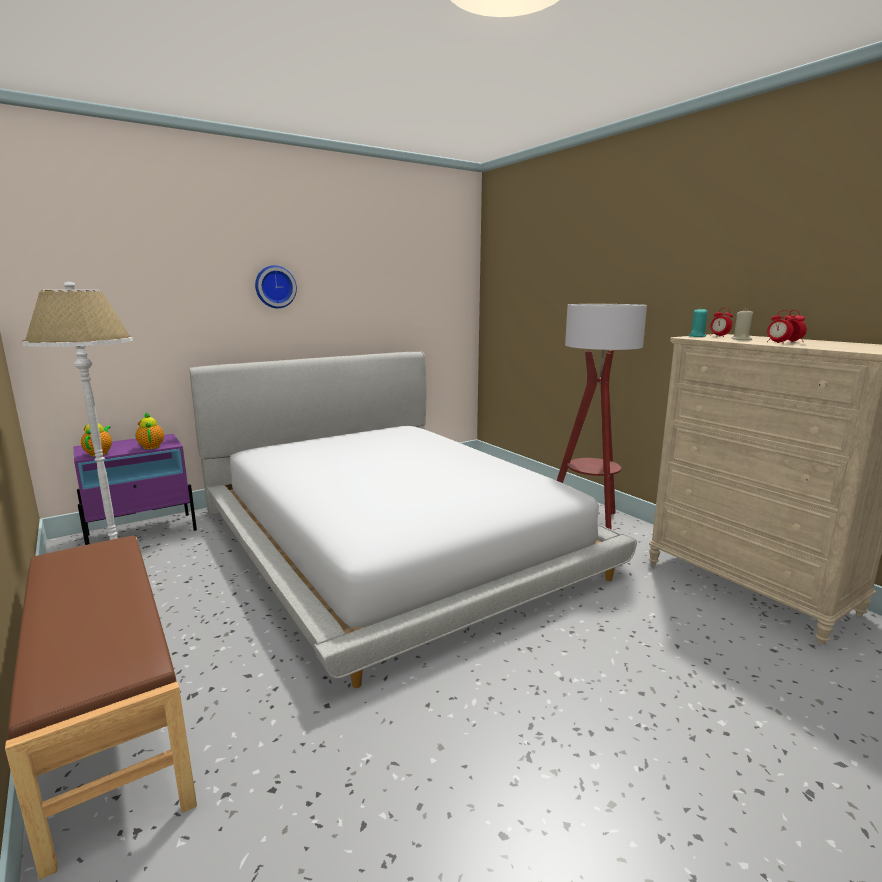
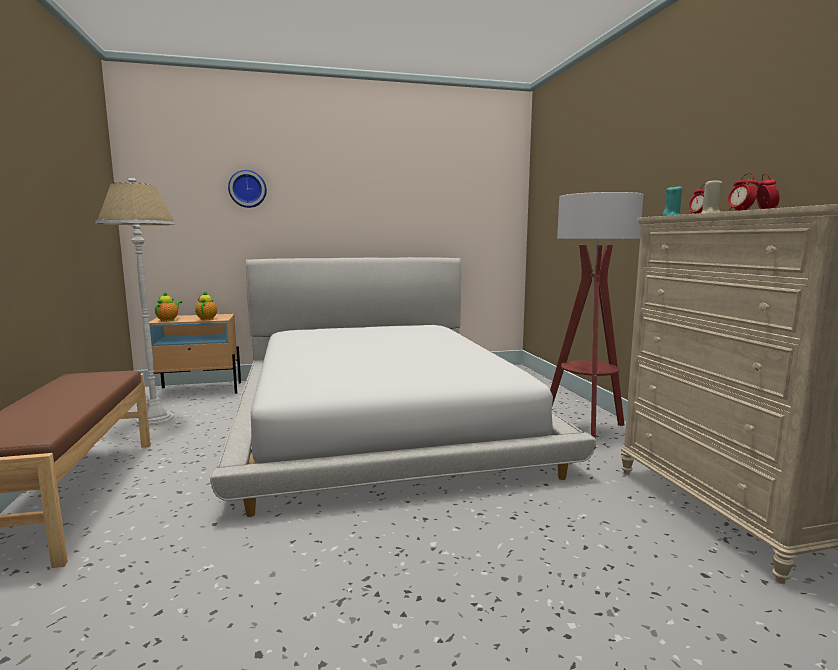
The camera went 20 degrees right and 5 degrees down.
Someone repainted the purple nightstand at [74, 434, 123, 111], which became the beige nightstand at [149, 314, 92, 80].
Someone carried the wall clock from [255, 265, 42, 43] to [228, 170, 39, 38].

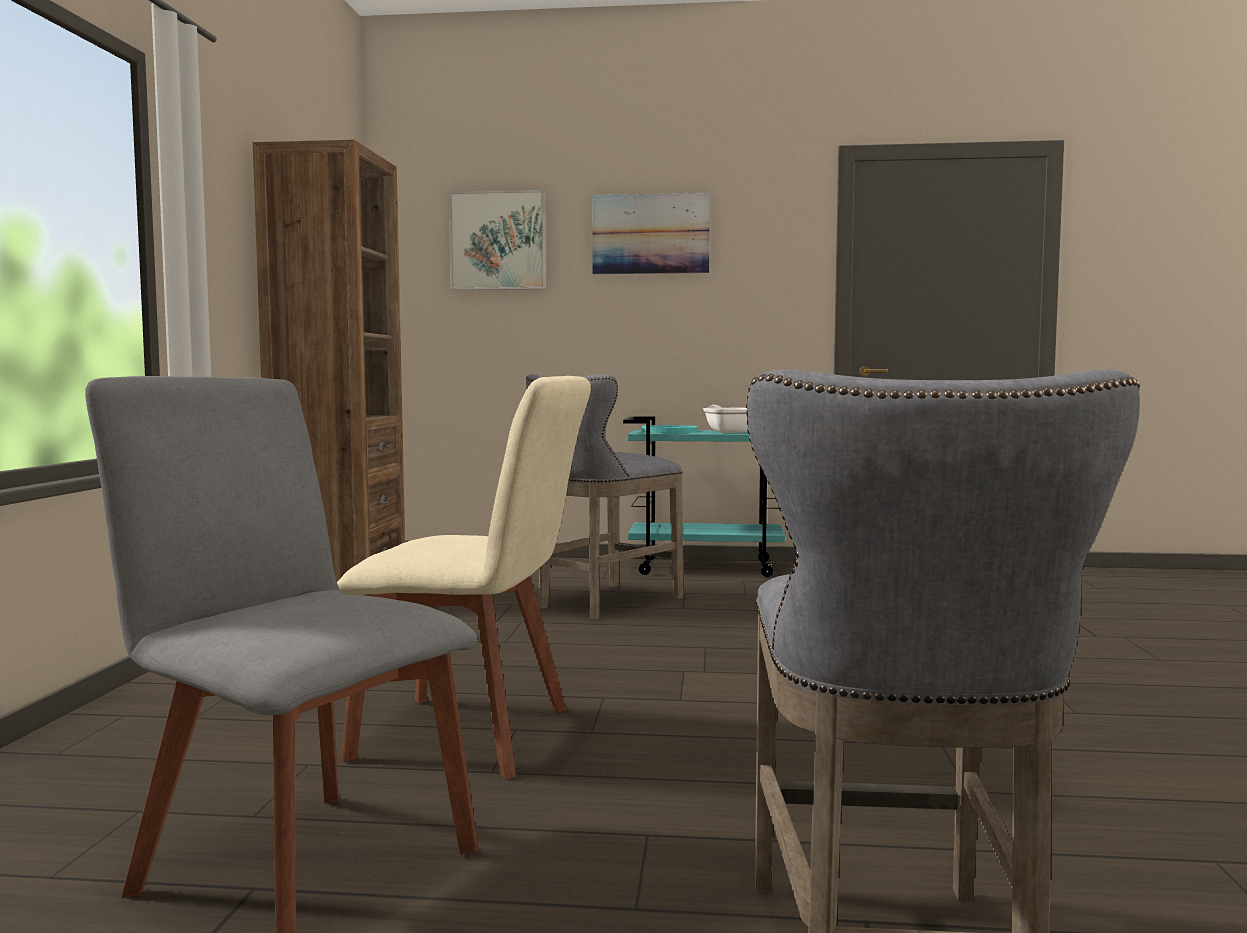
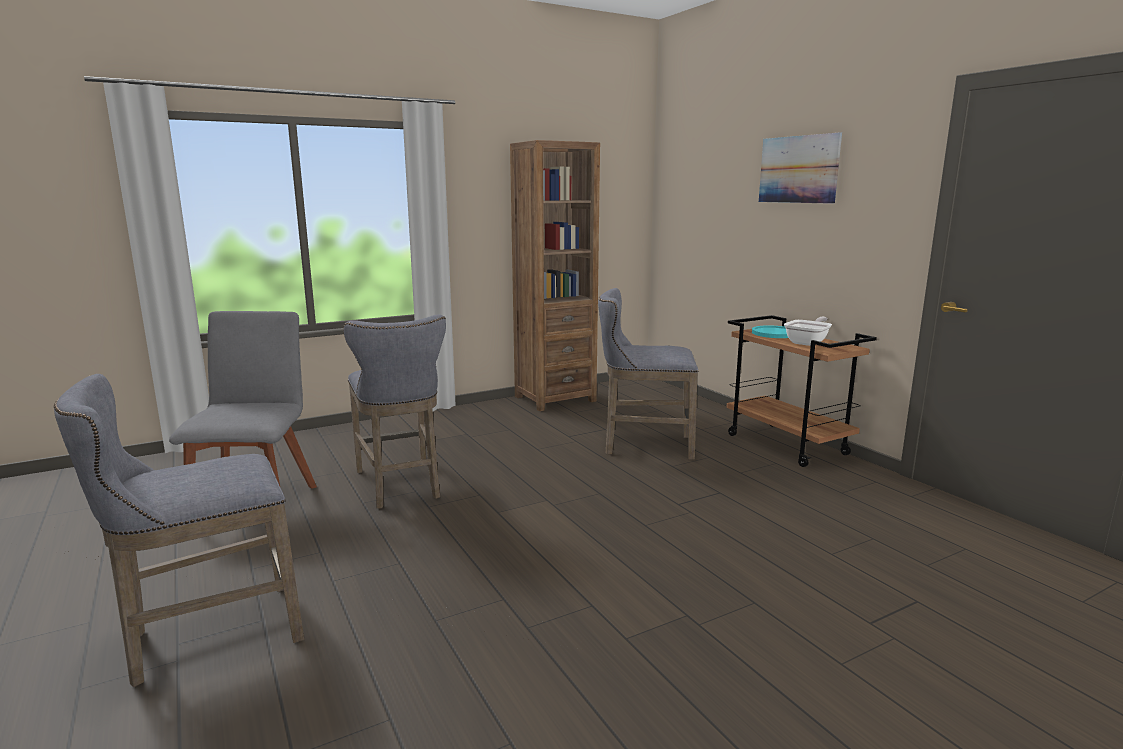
The camera went 55 degrees right and 10 degrees up.
Someone swapped the beige chair at [337, 376, 254, 404] for the grey stool at [343, 315, 103, 194].
Someone repainted the turquoise cart at [623, 416, 162, 161], which became the brown cart at [727, 315, 150, 152].
Someone took away the picture at [449, 190, 97, 100].

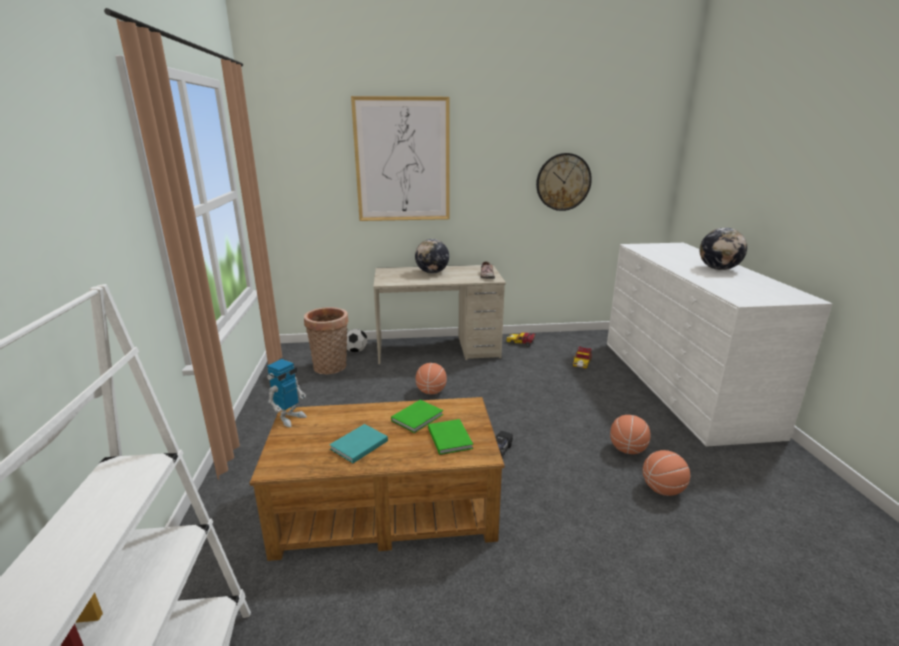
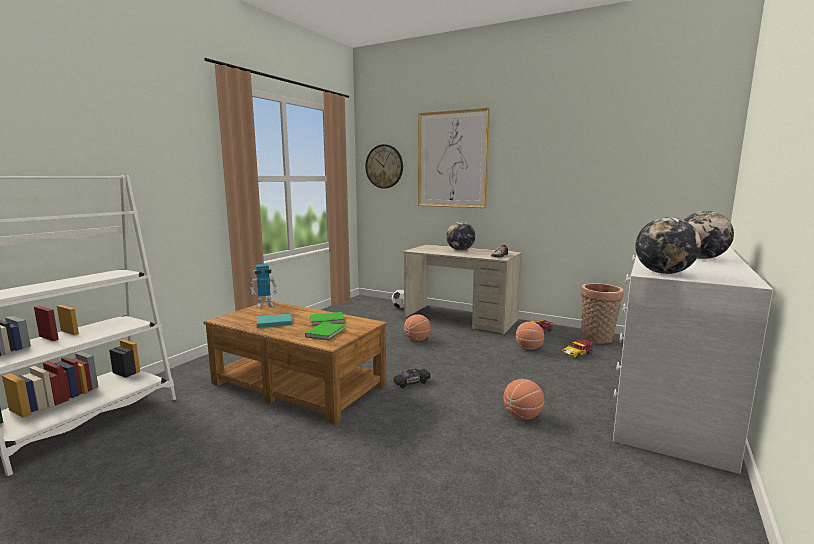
The camera went 35 degrees right and 10 degrees down.
Someone carried the wall clock from [536, 153, 56, 58] to [365, 144, 38, 45].
Someone carried the basketball from [643, 450, 47, 46] to [516, 322, 28, 28].
Someone carried the basket from [304, 307, 45, 67] to [581, 283, 43, 60].
Someone put down the globe at [635, 217, 66, 57].

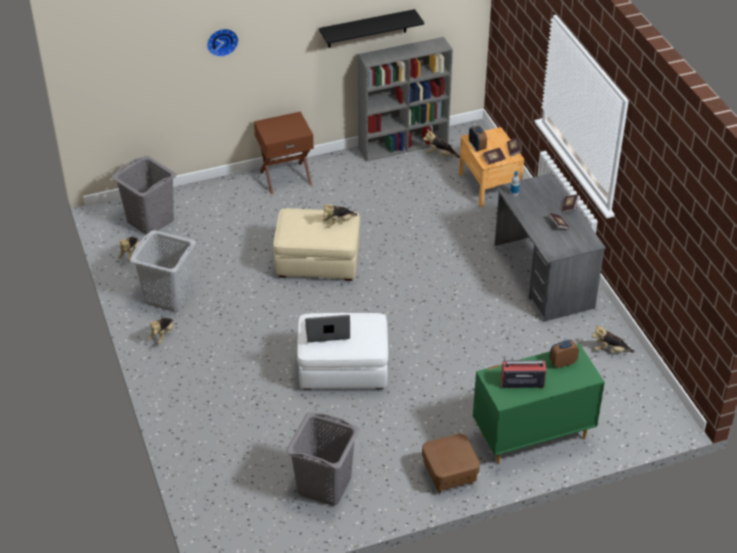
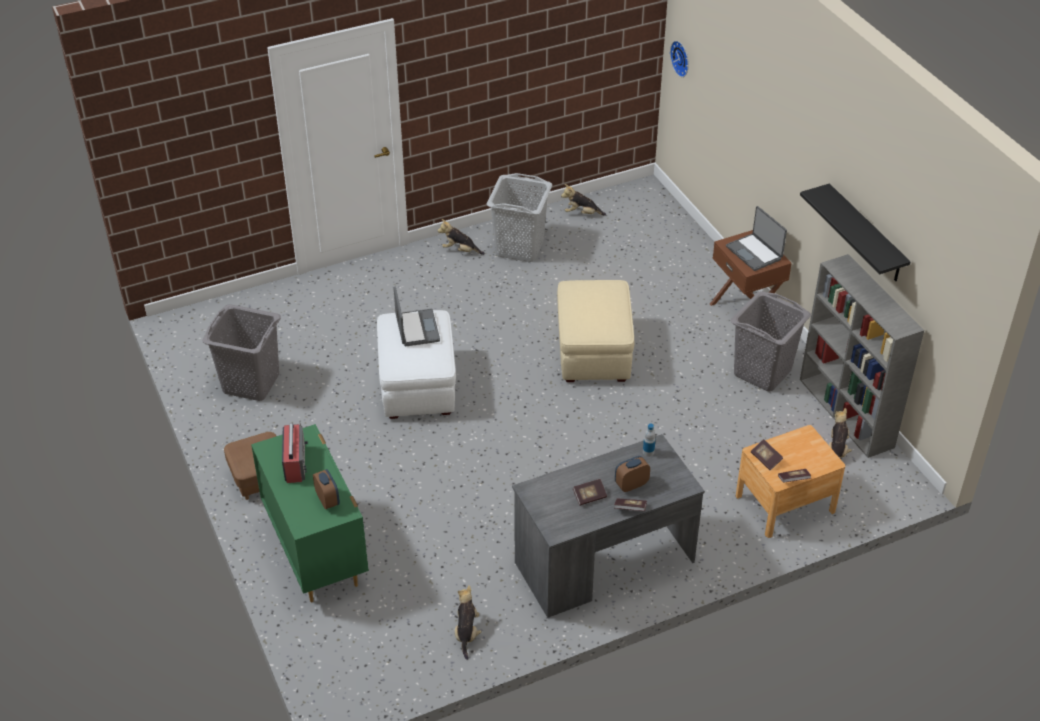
The camera went 85 degrees right and 0 degrees up.
Someone carried the alarm clock from [469, 126, 18, 25] to [615, 456, 35, 36].
Someone carried the wall clock from [207, 29, 31, 28] to [670, 41, 19, 36].
Someone put down the laptop at [726, 206, 61, 65].
Someone carried the grey laundry basket from [112, 156, 65, 79] to [731, 291, 80, 101].
Someone took away the plush toy at [322, 204, 36, 24].

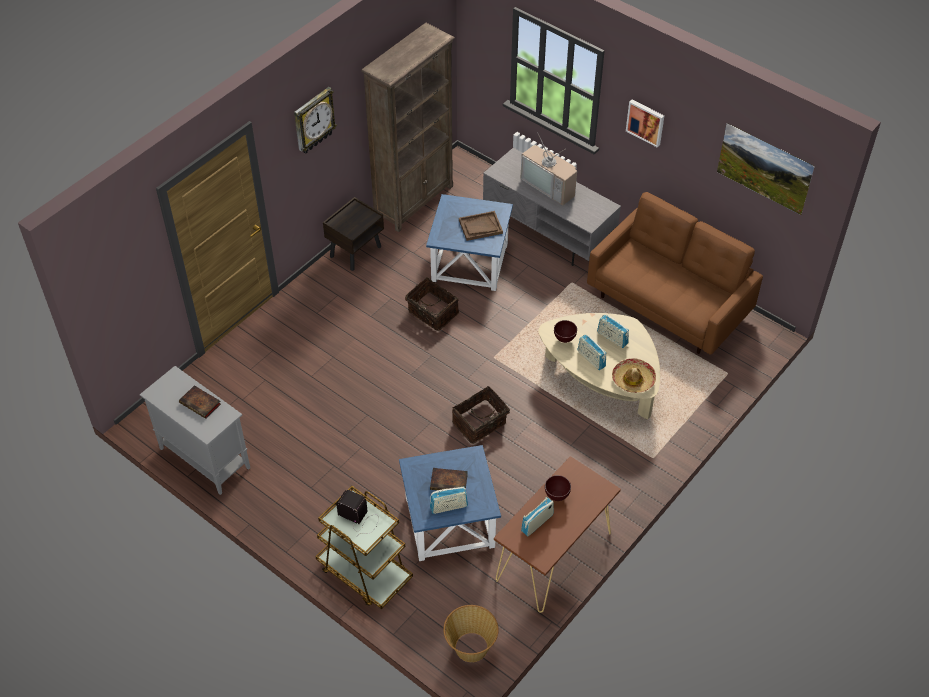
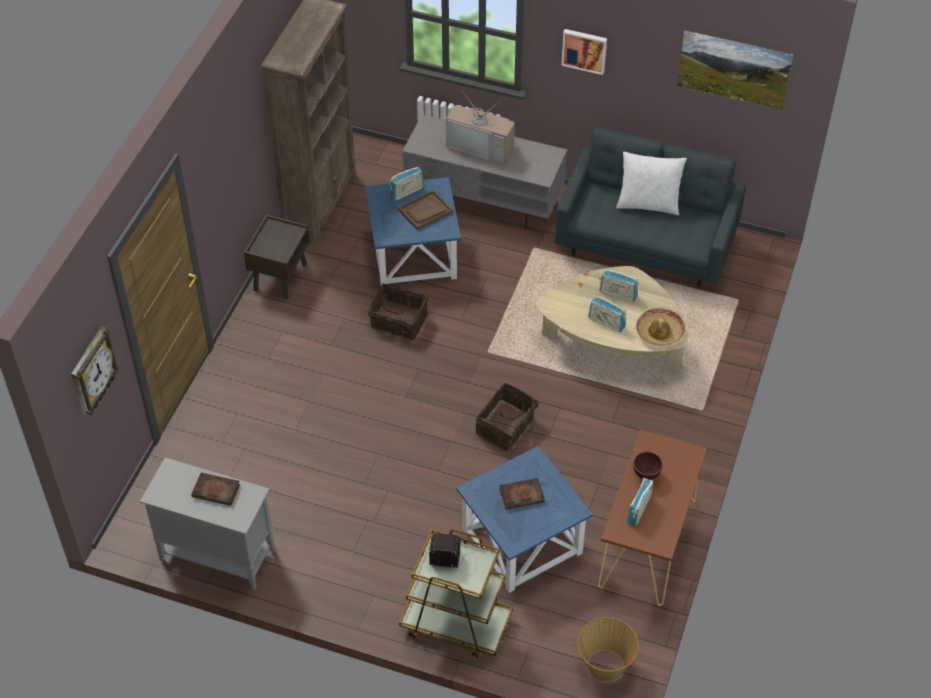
The camera went 20 degrees left and 0 degrees up.
Someone carried the wall clock from [294, 87, 43, 67] to [71, 326, 48, 89].
Someone carried the radio from [430, 486, 38, 28] to [390, 167, 34, 34].
Someone repainted the brown sofa at [587, 192, 176, 163], which became the grey sofa at [555, 126, 191, 162].
Someone put down the white pillow at [616, 152, 71, 63].
Someone took away the brown bowl at [554, 320, 23, 23].

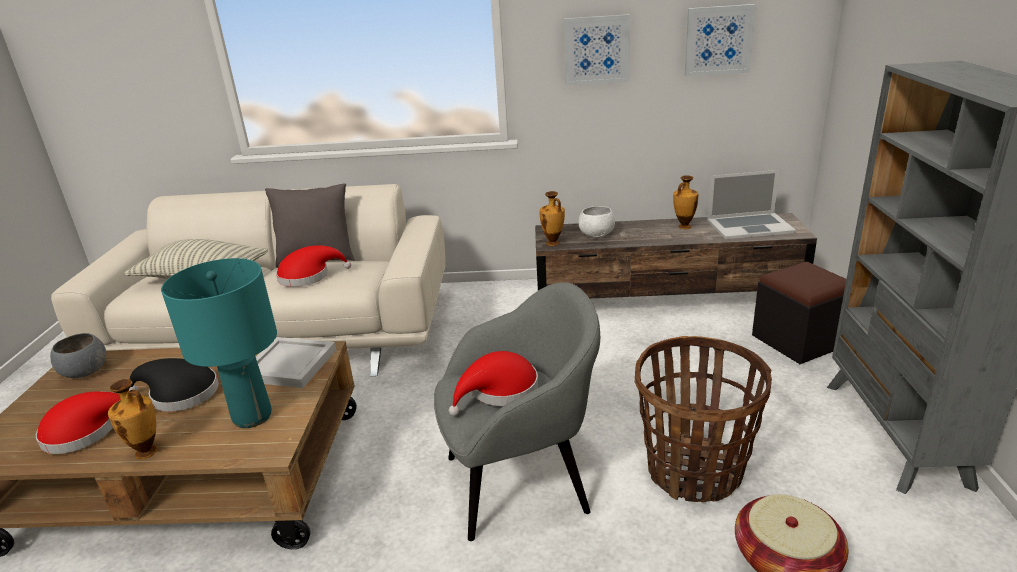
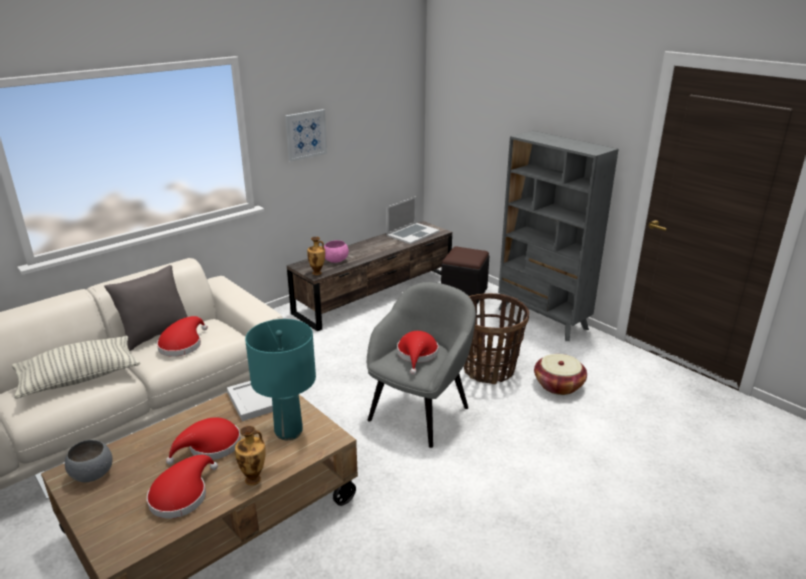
The camera went 45 degrees left and 0 degrees up.
Someone repainted the black hat at [129, 358, 90, 54], which became the red hat at [166, 417, 75, 48].
Someone repainted the white bowl at [579, 206, 36, 31], which became the pink bowl at [324, 240, 25, 23].
Someone took away the vase at [673, 176, 25, 53].
Someone took away the picture at [685, 4, 71, 72].

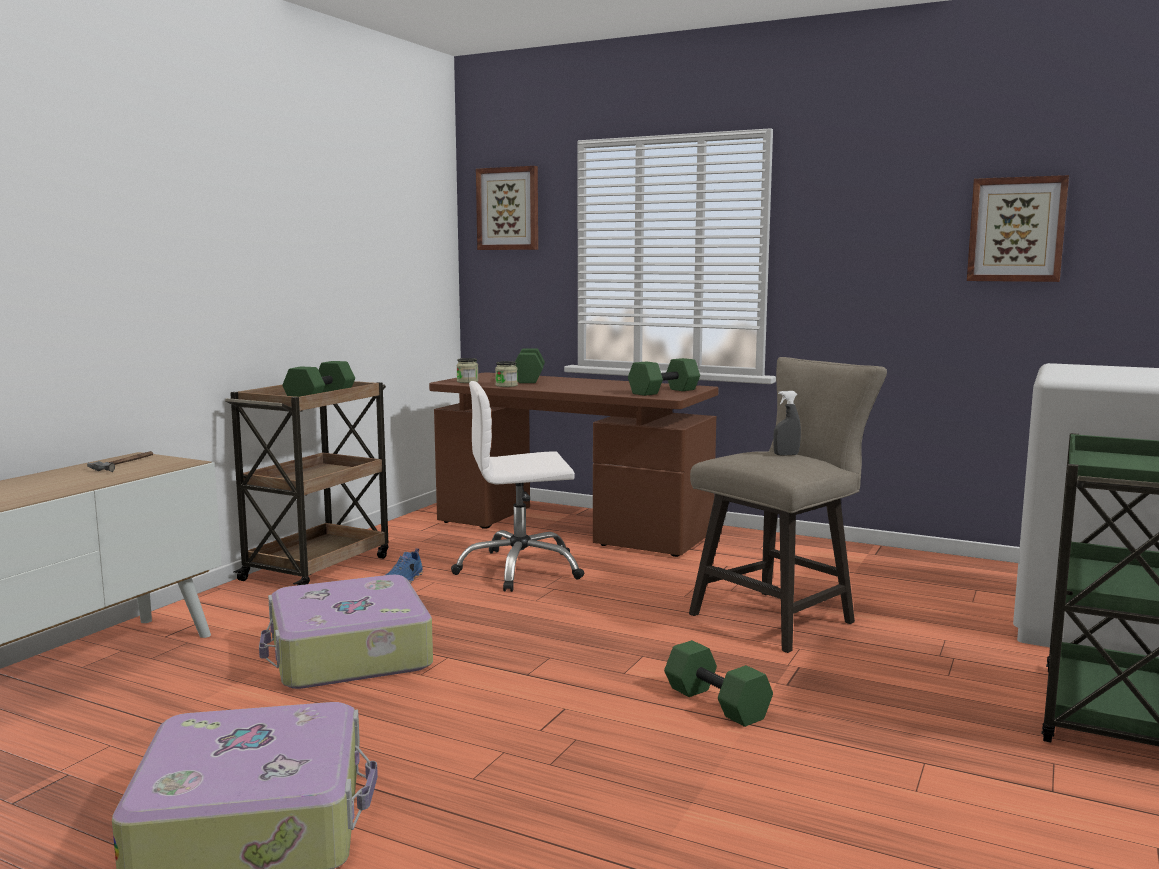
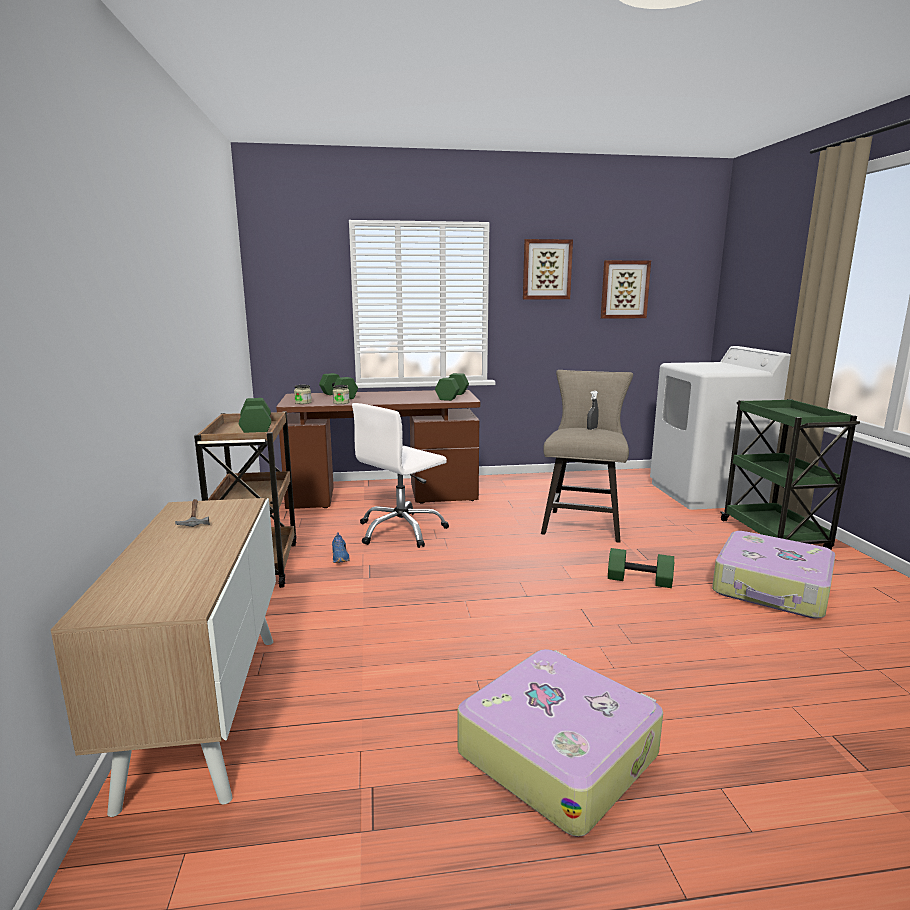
The camera went 35 degrees left and 5 degrees up.
Someone carried the picture from [476, 166, 62, 84] to [523, 239, 50, 60].
Someone carried the suitcase from [259, 575, 174, 114] to [712, 531, 123, 87].

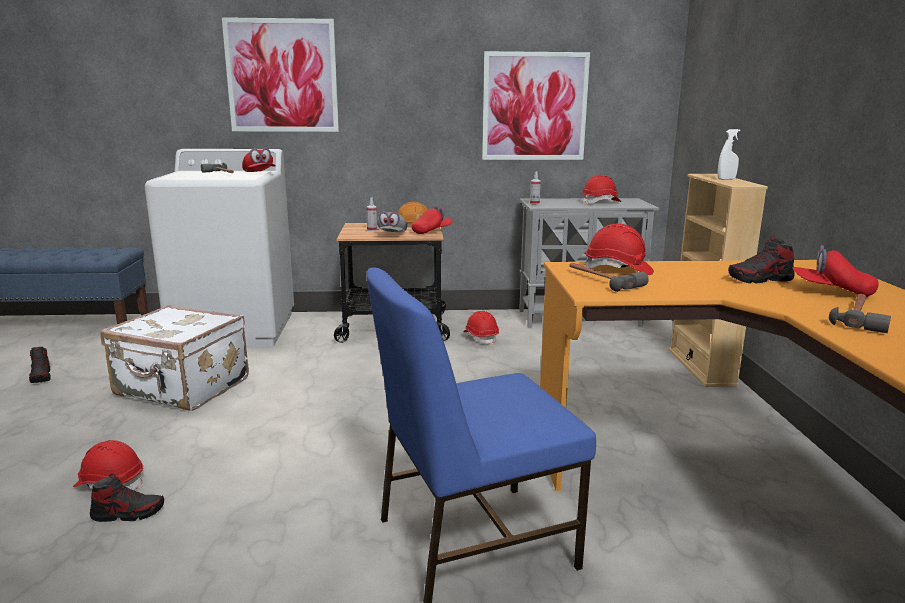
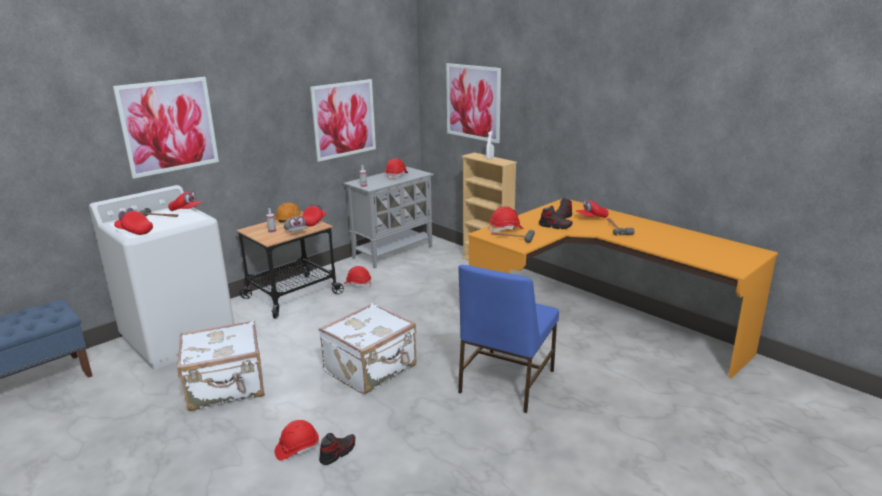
The camera went 40 degrees left and 5 degrees up.
Someone put down the red cap at [114, 208, 39, 27].
Someone put down the white suitcase at [319, 303, 98, 91].
Someone put up the picture at [446, 63, 55, 80].
Someone carried the shoe from [29, 347, 22, 36] to [539, 206, 34, 23].

